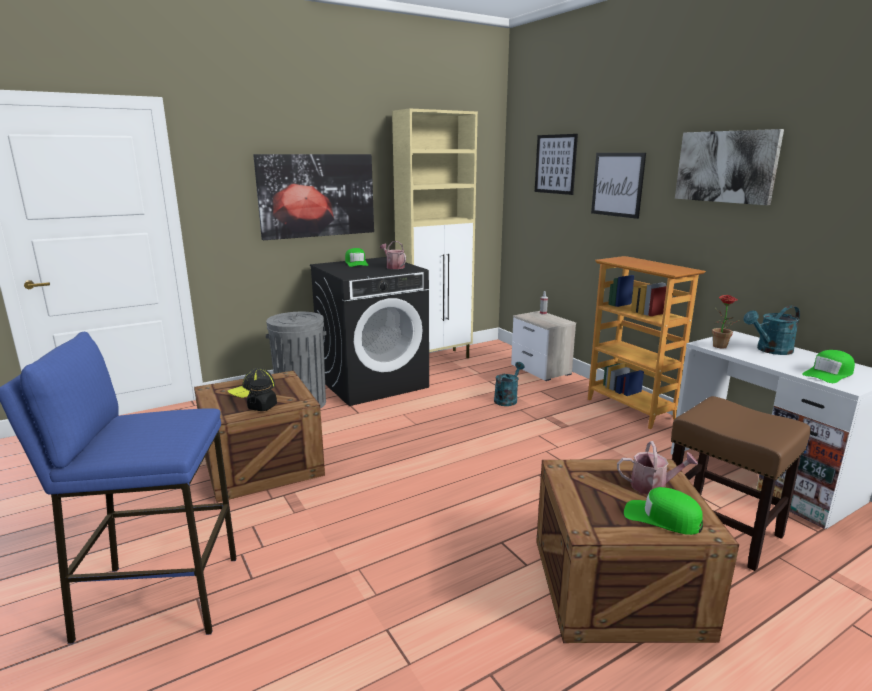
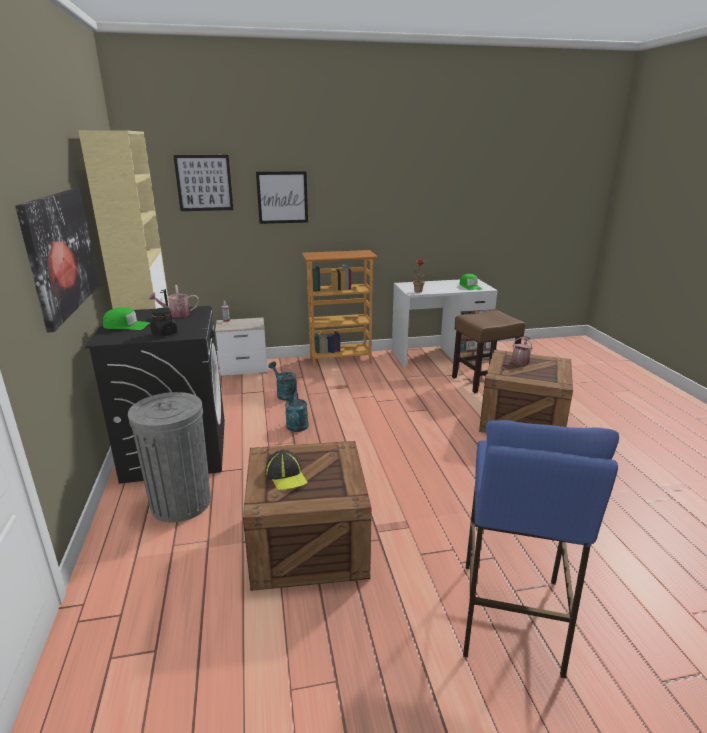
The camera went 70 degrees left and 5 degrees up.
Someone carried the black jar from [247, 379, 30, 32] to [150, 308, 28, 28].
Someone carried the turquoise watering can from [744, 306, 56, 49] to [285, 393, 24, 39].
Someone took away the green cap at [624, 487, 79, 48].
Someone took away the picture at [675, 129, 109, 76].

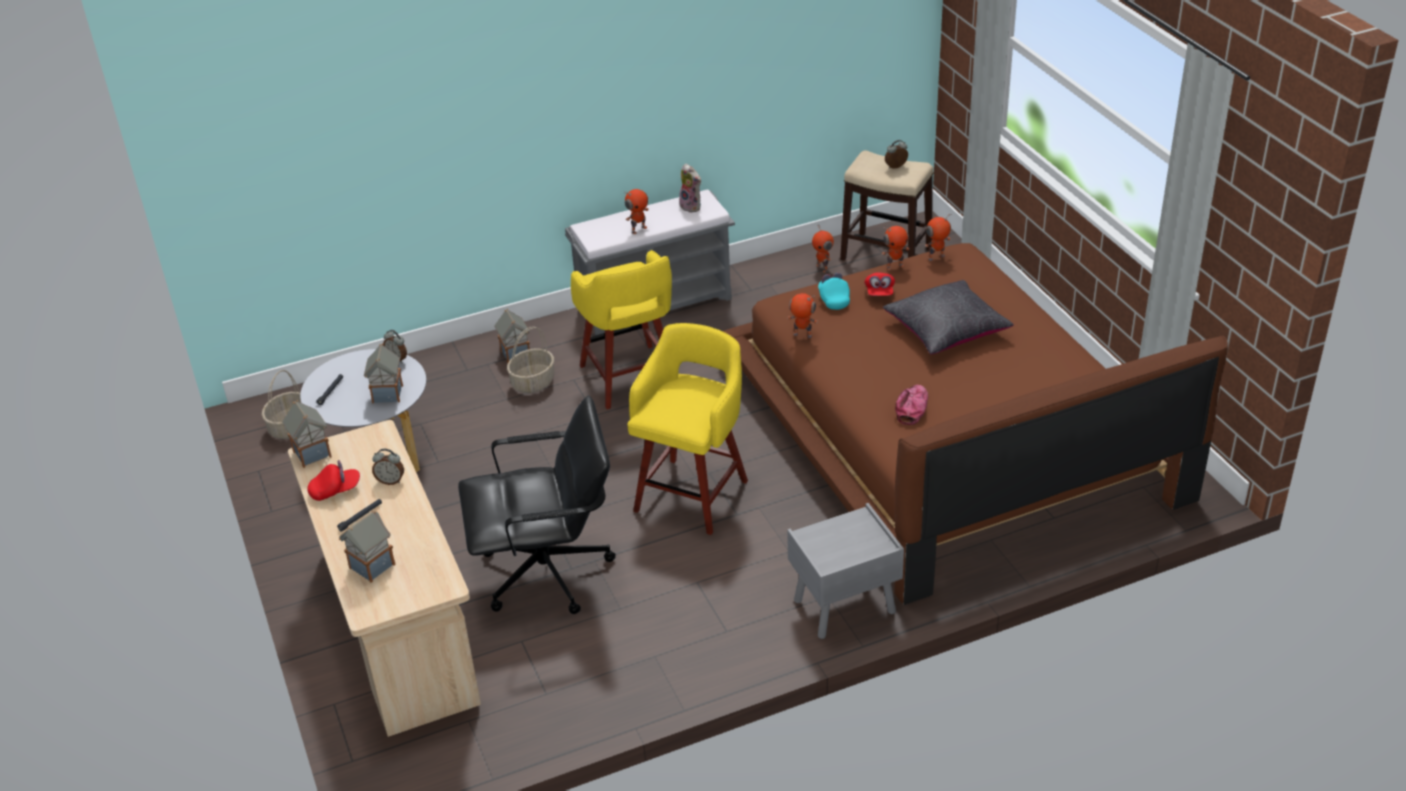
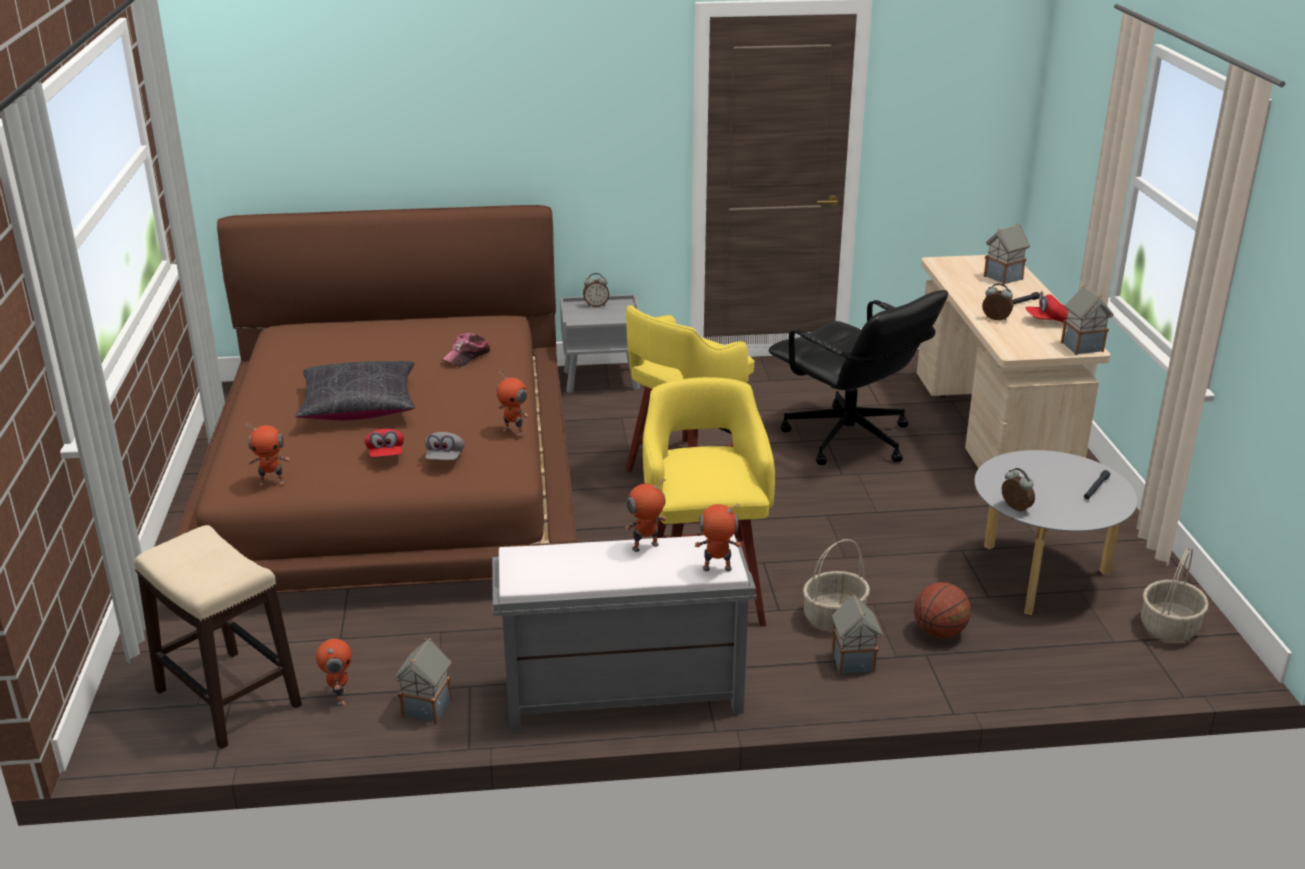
The camera went 165 degrees left and 10 degrees down.
Someone rotated the red cap at [864, 272, 31, 24] by 150 degrees clockwise.
Someone carried the toy house from [364, 343, 39, 60] to [394, 638, 58, 87].
Someone repainted the turquoise cap at [818, 273, 32, 37], which became the grey cap at [425, 432, 40, 28].
Someone carried the alarm clock from [885, 140, 23, 29] to [583, 273, 26, 34].
Someone carried the toy robot from [882, 225, 27, 45] to [695, 503, 46, 68].
Someone rotated the black office chair at [458, 396, 157, 218] by 135 degrees counterclockwise.
Someone put down the basketball at [914, 582, 57, 56].
Someone took away the plush toy at [679, 164, 23, 49].

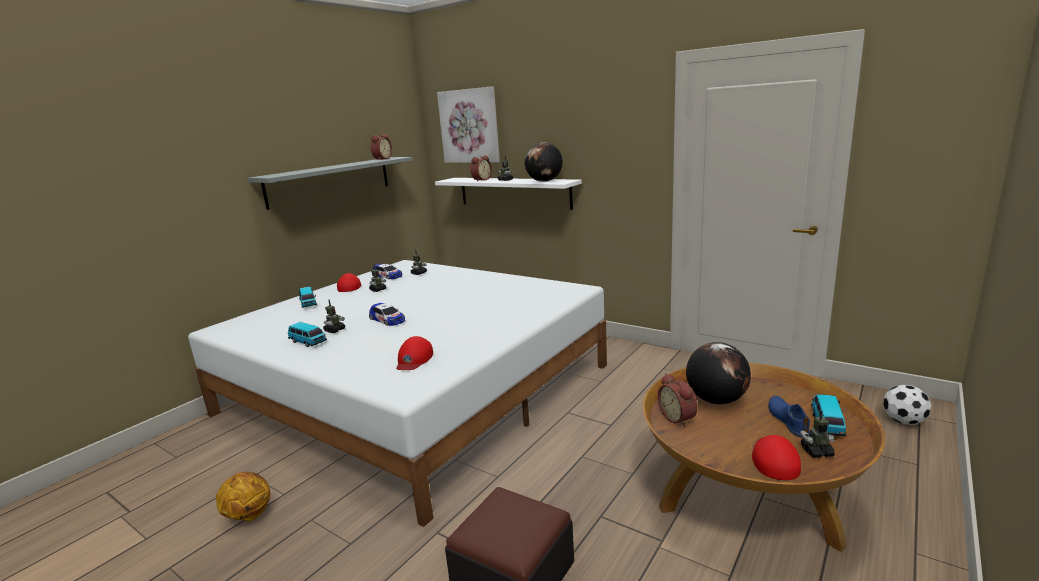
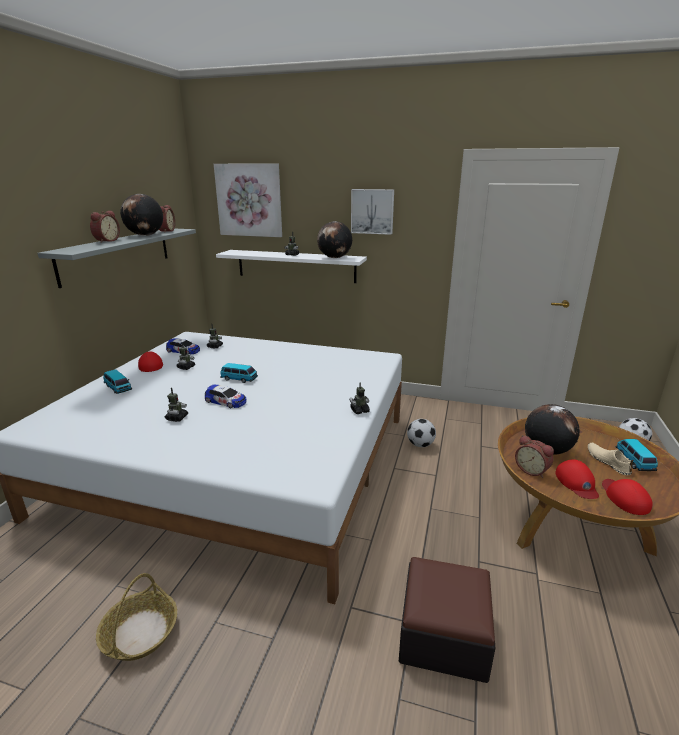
The camera went 20 degrees left and 5 degrees up.
Someone carried the alarm clock from [470, 155, 22, 27] to [90, 211, 30, 32].
Someone swapped the basketball at [216, 472, 54, 50] for the basket at [96, 573, 81, 88].
Someone put down the globe at [120, 194, 43, 42].
Someone carried the toy car from [288, 322, 39, 25] to [220, 363, 38, 20].
Someone carried the toy robot from [800, 410, 35, 48] to [349, 382, 21, 32].
Someone put up the picture at [351, 189, 43, 46].
Someone put down the football at [407, 419, 29, 28].
Someone carried the red cap from [396, 336, 37, 34] to [556, 459, 43, 40].
Someone repainted the blue shoe at [768, 396, 42, 41], which became the beige shoe at [588, 443, 45, 33].

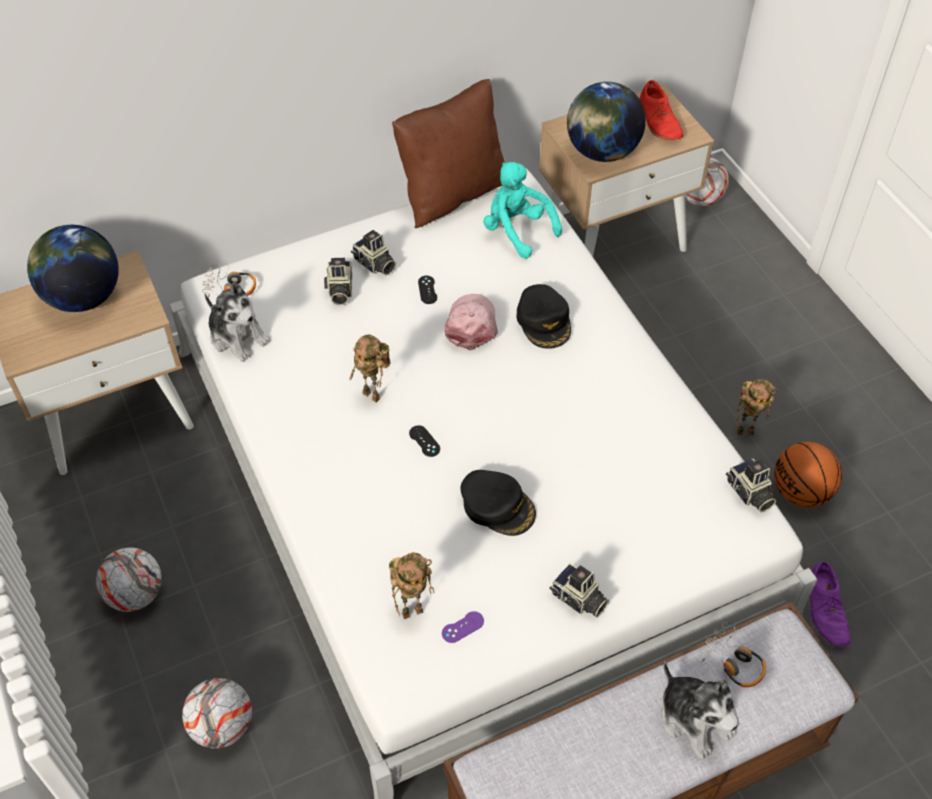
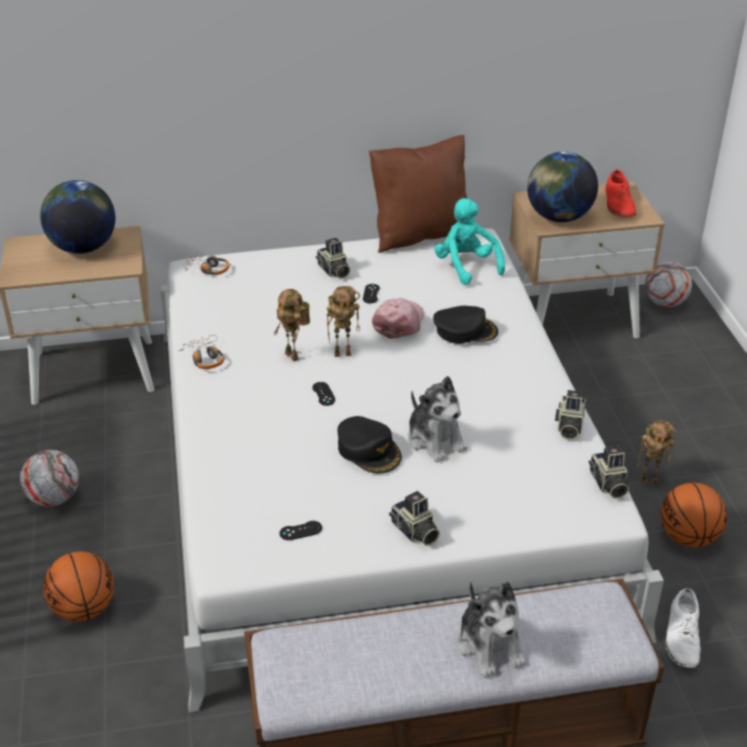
The camera went 15 degrees right and 15 degrees down.
Someone swapped the football at [182, 678, 70, 71] for the basketball at [43, 551, 71, 71].
Someone carried the headphones from [700, 622, 66, 65] to [178, 335, 47, 34].
Someone repainted the purple game controller at [442, 611, 42, 32], which became the black game controller at [280, 521, 42, 19].
Someone carried the toy robot from [389, 552, 45, 67] to [327, 286, 33, 71].
Someone carried the plush toy from [204, 282, 66, 80] to [408, 376, 60, 87].
Someone rotated the black cap at [516, 284, 55, 65] by 90 degrees counterclockwise.
Someone carried the photo camera from [324, 258, 29, 47] to [555, 390, 31, 50].
Someone repainted the purple shoe at [810, 562, 40, 85], which became the white shoe at [666, 588, 35, 80].

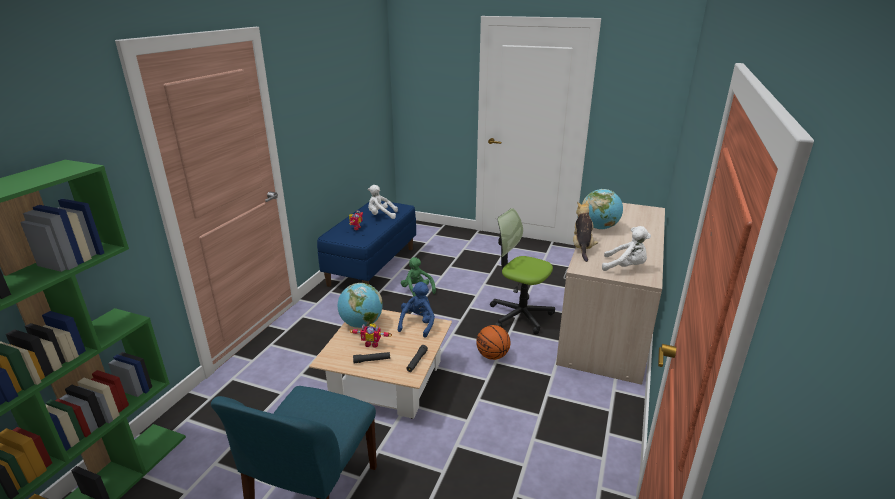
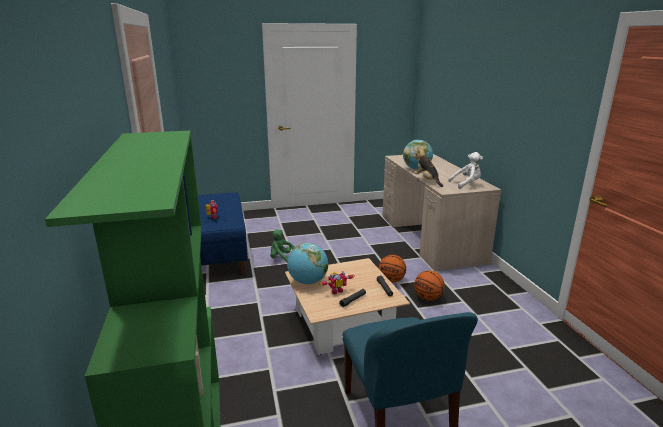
The camera went 35 degrees left and 5 degrees down.
Someone put down the basketball at [414, 271, 31, 30].
Someone took away the white plush toy at [368, 185, 30, 34].
Someone took away the blue plush toy at [398, 282, 37, 56].
Someone took away the office chair at [490, 208, 65, 126].

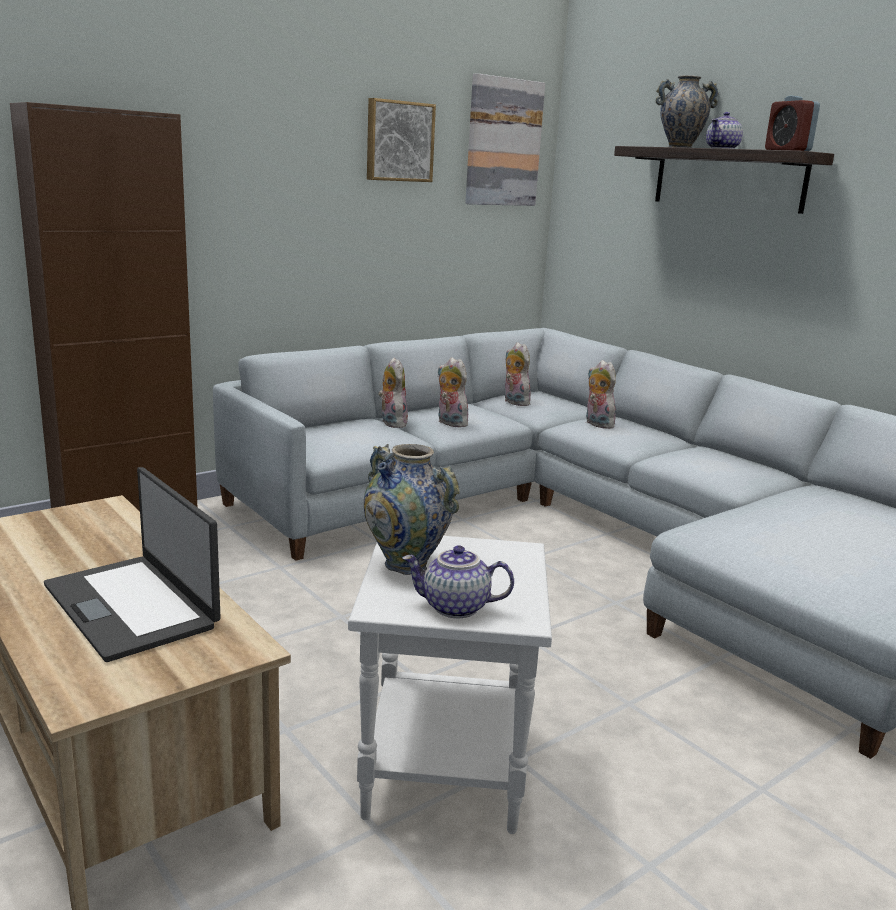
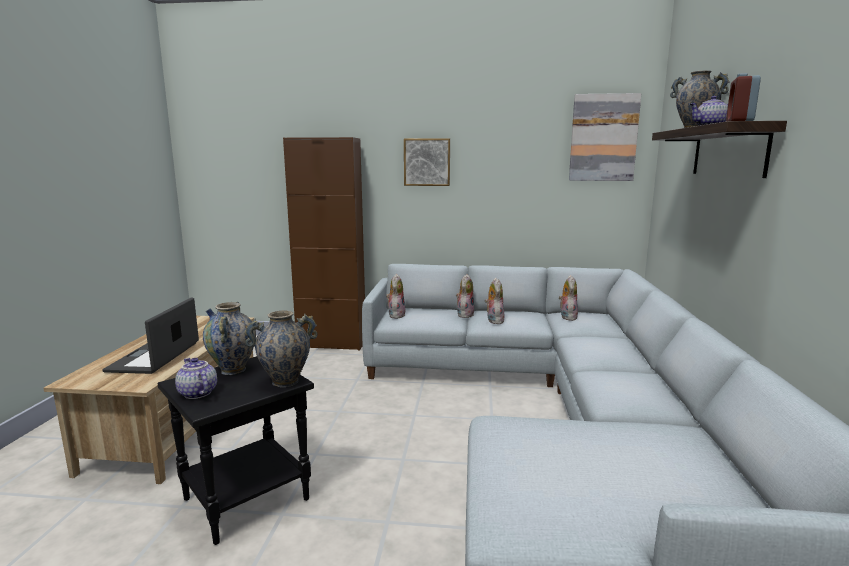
The camera went 45 degrees right and 5 degrees down.
Someone repainted the white side table at [348, 536, 204, 298], which became the black side table at [158, 356, 156, 189].
Someone put down the vase at [244, 310, 74, 77].
Someone carried the plush toy from [586, 360, 30, 69] to [386, 274, 19, 45].
Someone carried the picture from [367, 98, 69, 84] to [404, 138, 46, 48].

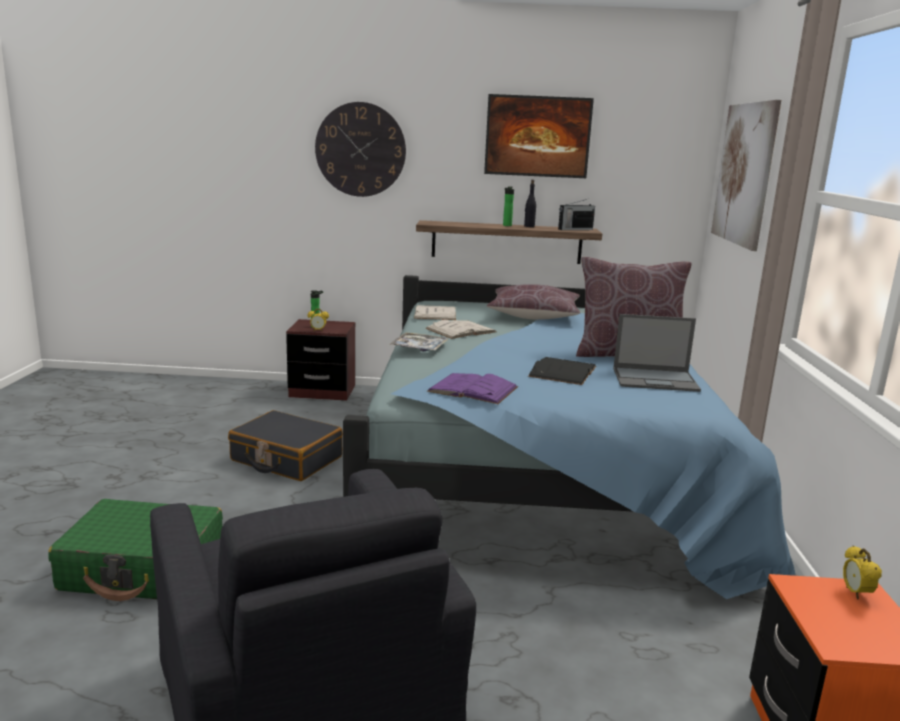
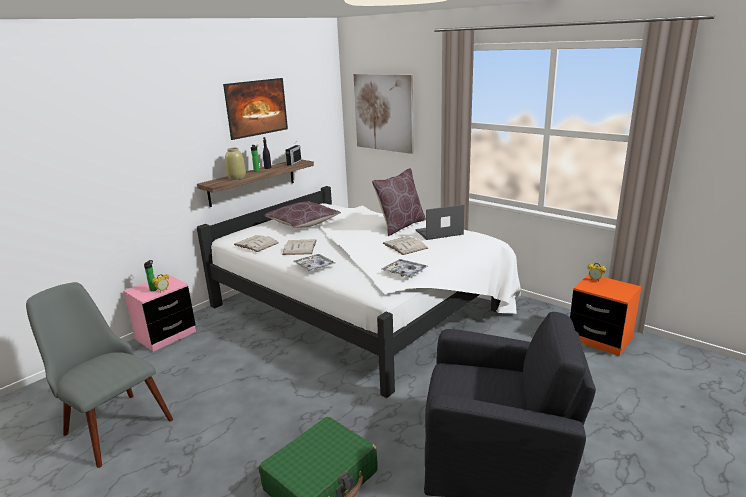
The camera went 50 degrees left and 5 degrees up.
Someone put down the grey chair at [26, 282, 147, 186].
Someone repainted the brown nightstand at [286, 319, 69, 82], which became the pink nightstand at [123, 275, 73, 77].
Someone repainted the blue bed at [343, 275, 453, 324], which became the white bed at [197, 186, 324, 212].
Someone put down the beige vase at [225, 148, 21, 32].
Someone repainted the black book at [528, 357, 68, 28], which became the white book at [382, 236, 46, 19].
Someone swapped the purple book at [427, 373, 91, 31] for the tray at [382, 259, 46, 19].
Someone rotated the laptop at [613, 314, 88, 78] by 150 degrees counterclockwise.
Someone took away the black suitcase at [228, 410, 115, 71].
Someone took away the wall clock at [315, 102, 91, 95].

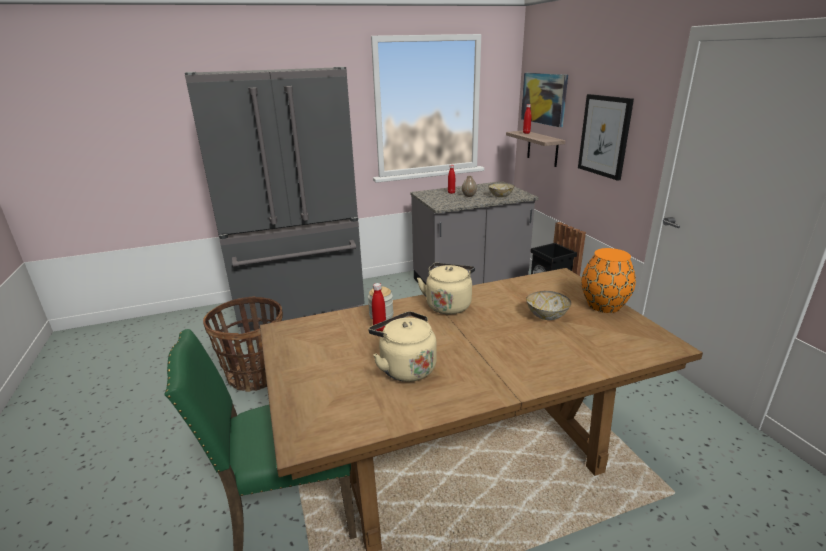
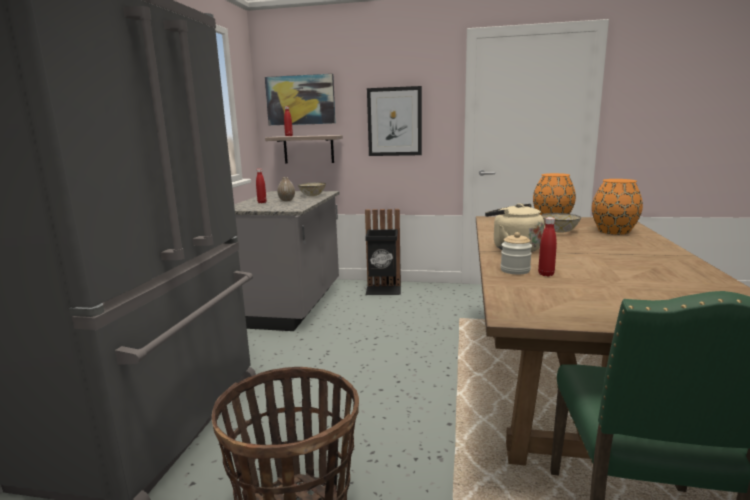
The camera went 60 degrees left and 10 degrees down.
Someone put down the orange vase at [592, 179, 51, 56].
Someone took away the beige kettle at [368, 311, 69, 71].

